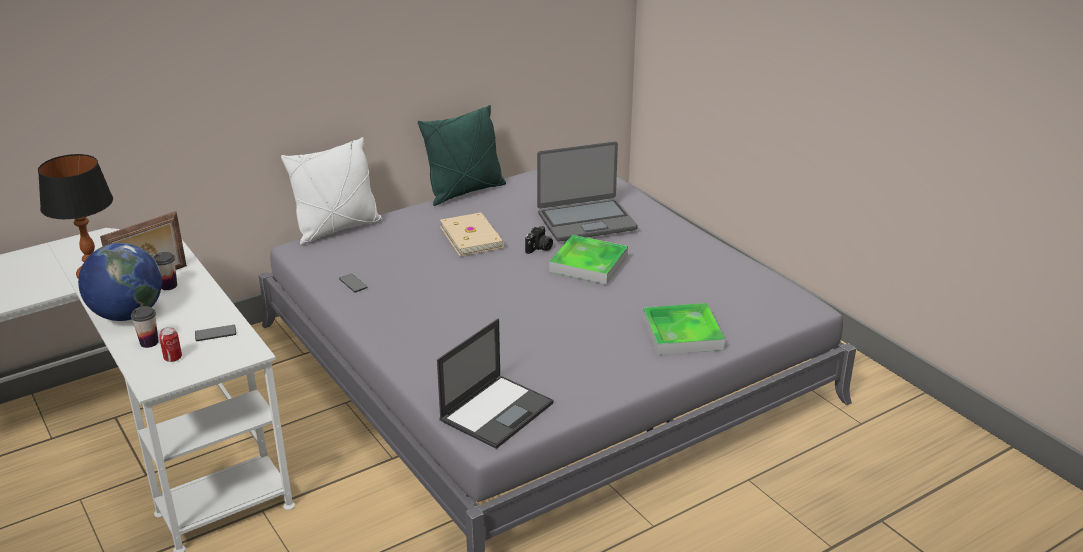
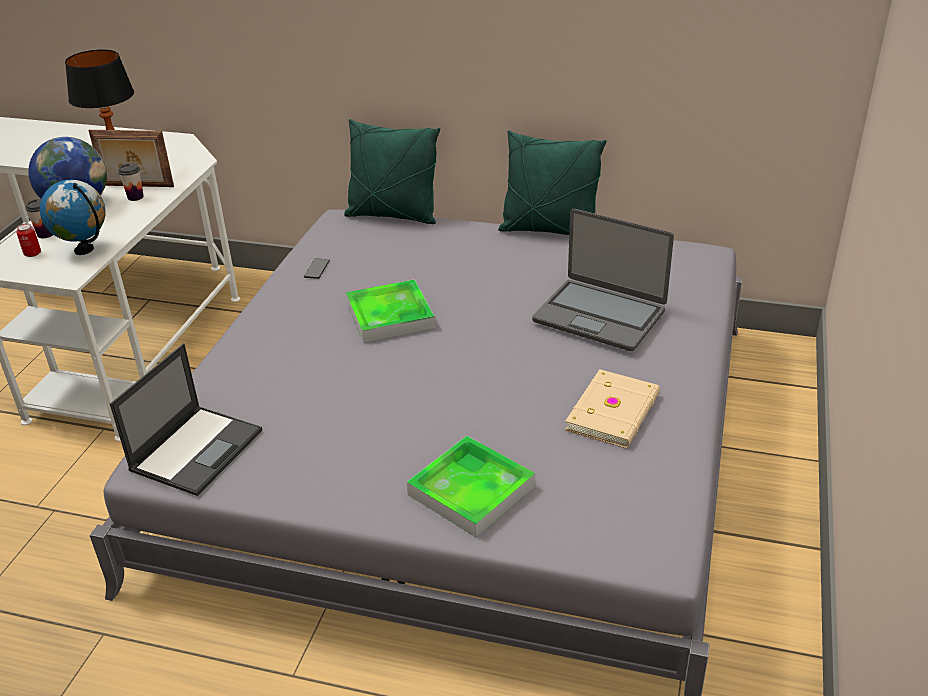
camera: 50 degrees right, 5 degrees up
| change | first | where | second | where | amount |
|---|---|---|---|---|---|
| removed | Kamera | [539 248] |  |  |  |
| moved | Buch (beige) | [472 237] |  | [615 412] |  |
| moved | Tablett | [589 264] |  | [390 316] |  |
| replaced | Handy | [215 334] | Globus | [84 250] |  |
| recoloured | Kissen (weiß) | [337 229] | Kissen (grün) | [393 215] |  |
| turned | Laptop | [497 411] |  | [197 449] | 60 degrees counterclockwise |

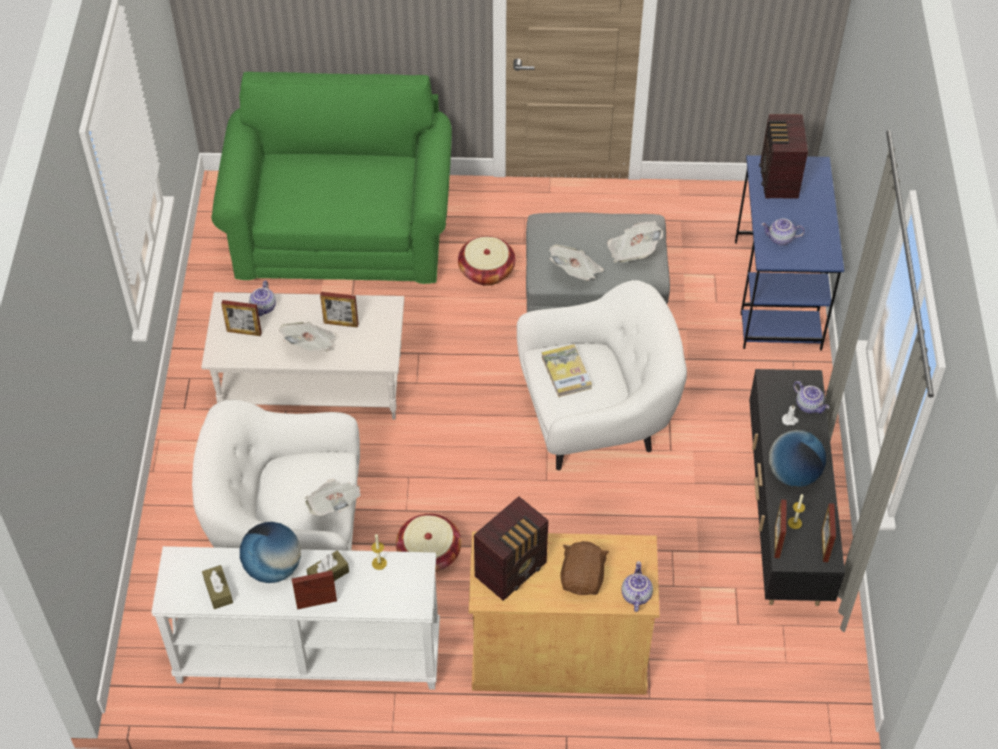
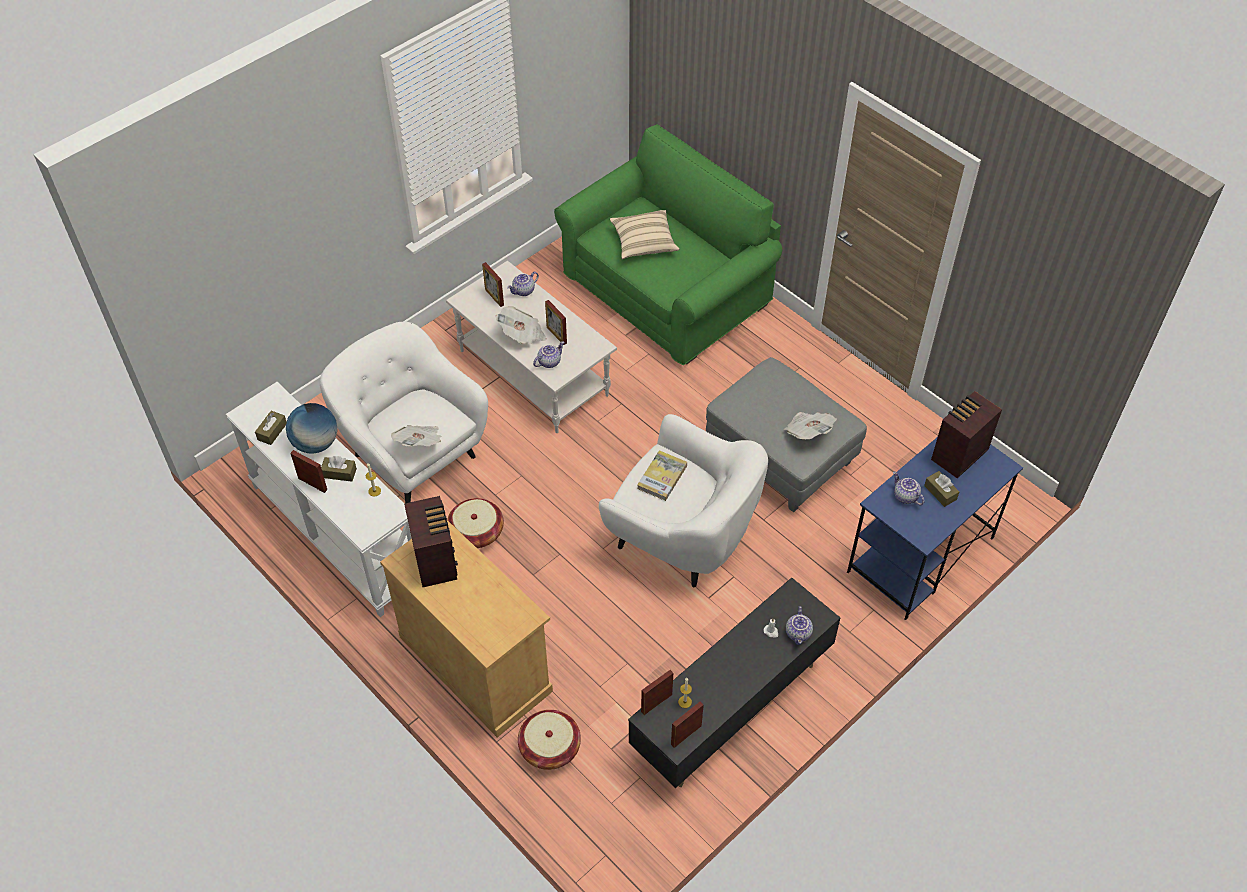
camera: 45 degrees right, 0 degrees up
| change | first | where | second | where | amount |
|---|---|---|---|---|---|
| removed | Zeitung | [575 272] |  |  |  |
| removed | Plüschtier (braun) | [583 578] |  |  |  |
| removed | Globus | [793 474] |  |  |  |
| added |  |  | Kissen (beige) | [644 243] |  |
| added |  |  | Taschentuchbox (braun) | [940 492] |  |
| moved | Korb | [486 271] |  | [550 747] |  |
| moved | Teekanne | [635 595] |  | [549 361] |  |
| turned | Radio | [512 569] |  | [436 560] | 105 degrees counterclockwise |

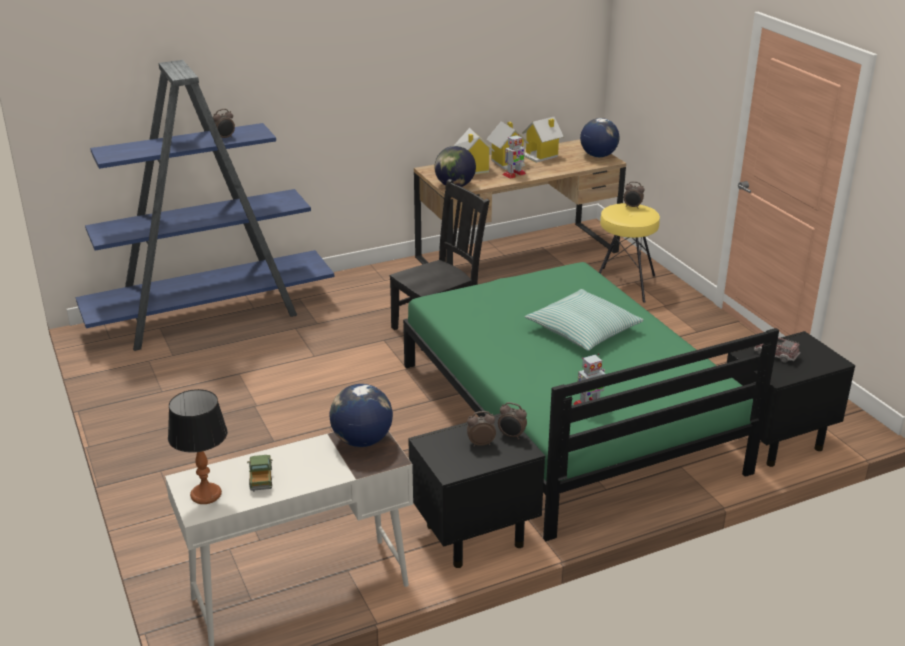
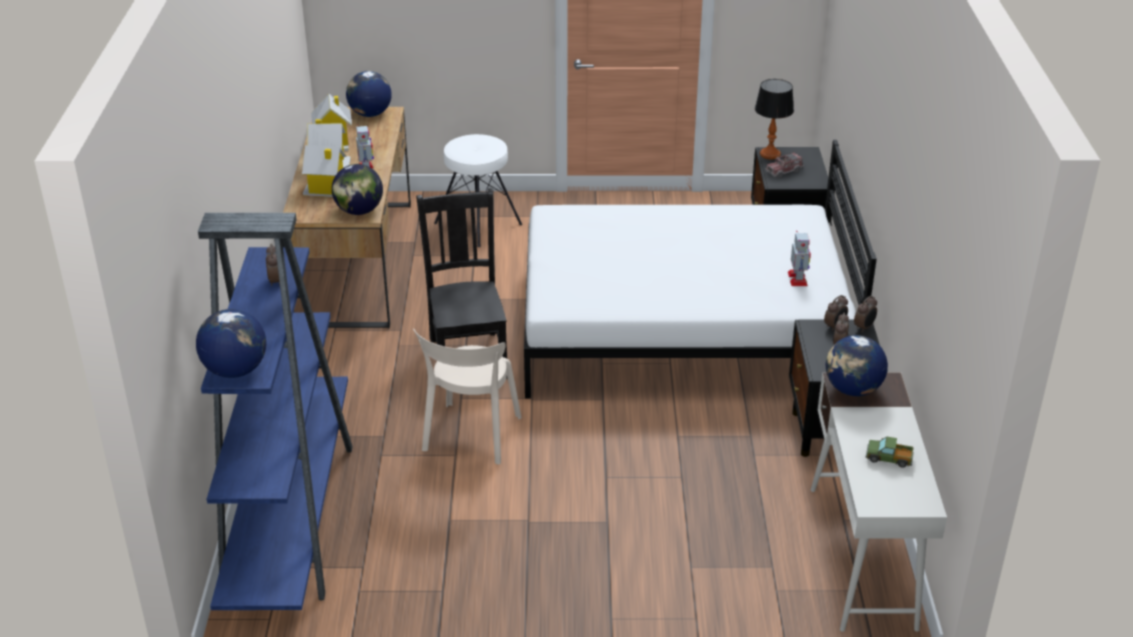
camera: 65 degrees left, 5 degrees up
| change | first | where | second | where | amount |
|---|---|---|---|---|---|
| removed | Kissen | [583 330] |  |  |  |
| added |  |  | Globus | [235 370] |  |
| added |  |  | Stuhl (beige) | [470 437] |  |
| moved | Tischlampe | [206 494] |  | [769 154] |  |
| moved | Wecker | [632 207] |  | [864 328] |  |
| recoloured | Bett (grün) | [566 416] | Bett (weiß) | [682 330] |  |
| recoloured | Hocker (gelb) | [623 284] | Hocker (weiß) | [478 223] |  |

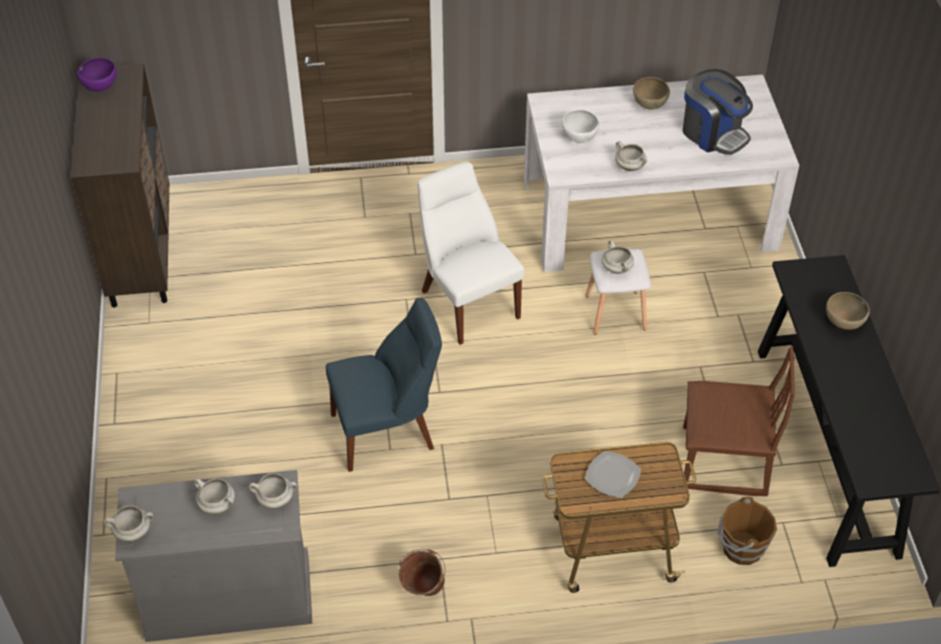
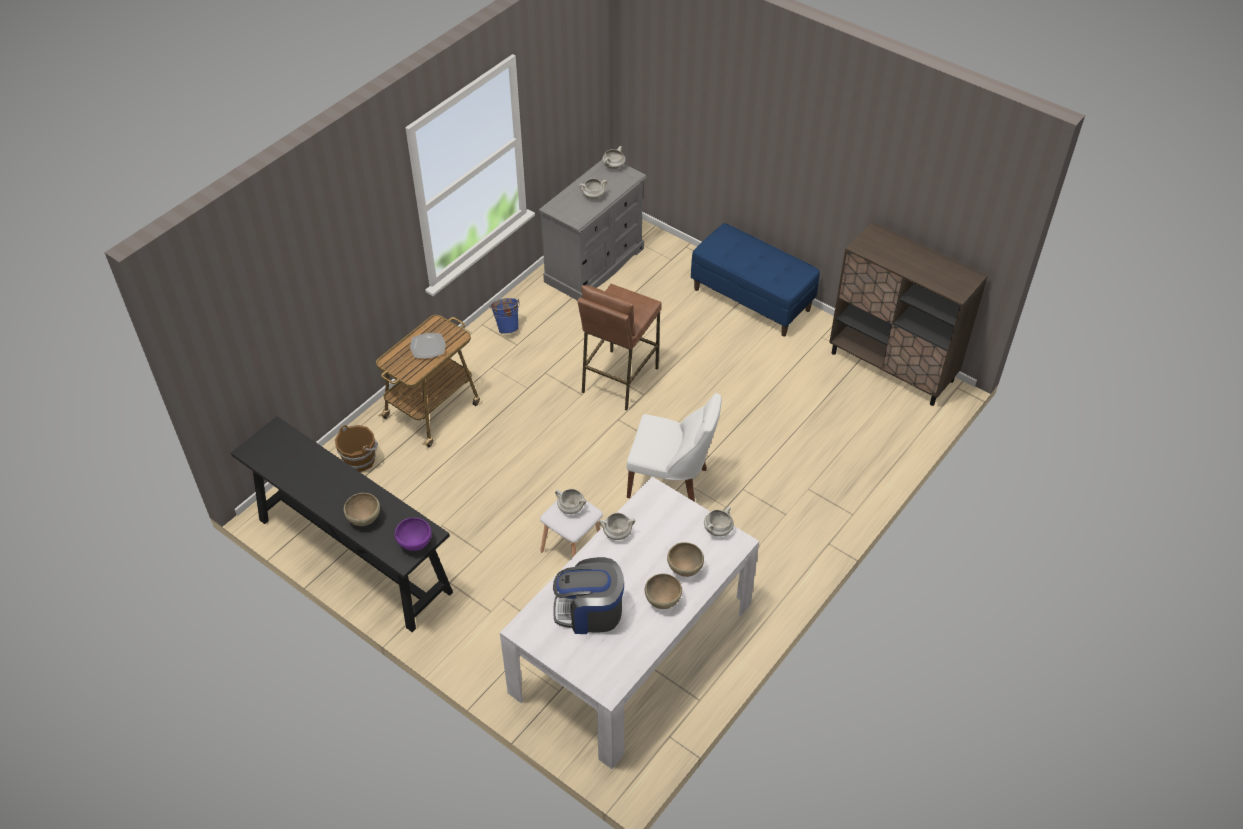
camera: 135 degrees right, 0 degrees up
| change | first | where | second | where | amount |
|---|---|---|---|---|---|
| removed | Schüssel (weiß) | [579 138] |  |  |  |
| removed | Stuhl (braun) | [724 462] |  |  |  |
| added |  |  | Schüssel (braun) | [684 569] |  |
| added |  |  | Bank (blau) | [752 299] |  |
| moved | Schüssel (lila) | [101 87] |  | [415 544] |  |
| moved | Kochtopf (weiß) | [275 499] |  | [718 530] |  |
| replaced | Stuhl (blau) | [387 431] | Hocker (braun) | [619 380] |  |
| recoloured | Eimer (braun) | [423 592] | Eimer (blau) | [507 327] |  |

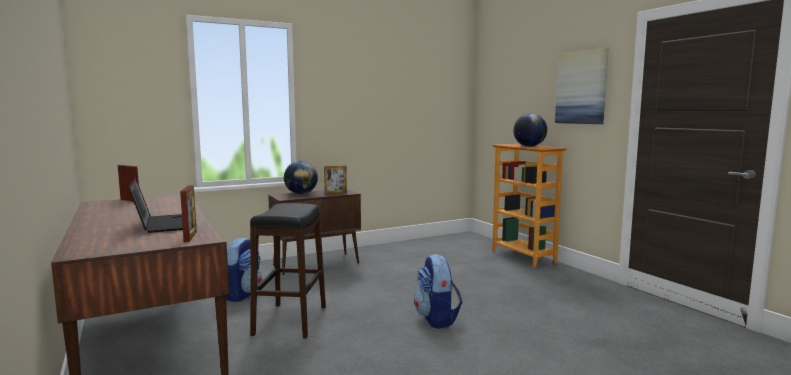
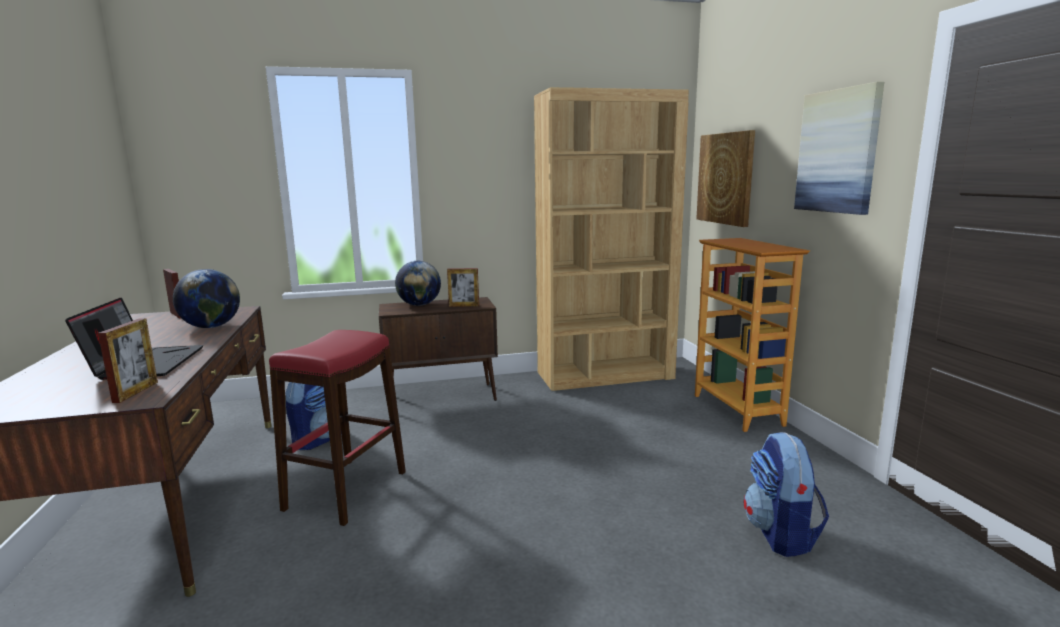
camera: 15 degrees right, 5 degrees up
| change | first | where | second | where | amount |
|---|---|---|---|---|---|
| added |  |  | Bücherregal (braun) | [605 375] |  |
| added |  |  | Bild | [725 178] |  |
| moved | Rucksack | [437 319] |  | [781 534] |  |
| moved | Globus | [529 146] |  | [211 327] |  |
| recoloured | Hocker (schwarz) | [290 320] | Hocker (rot) | [346 491] |  |

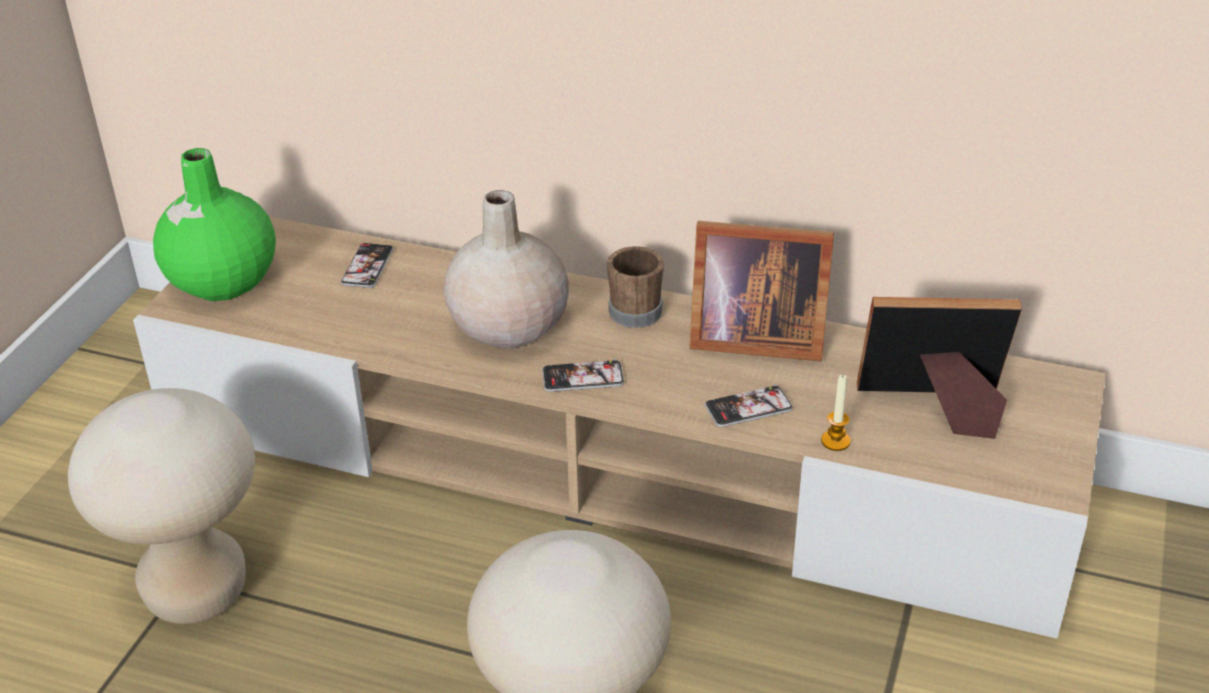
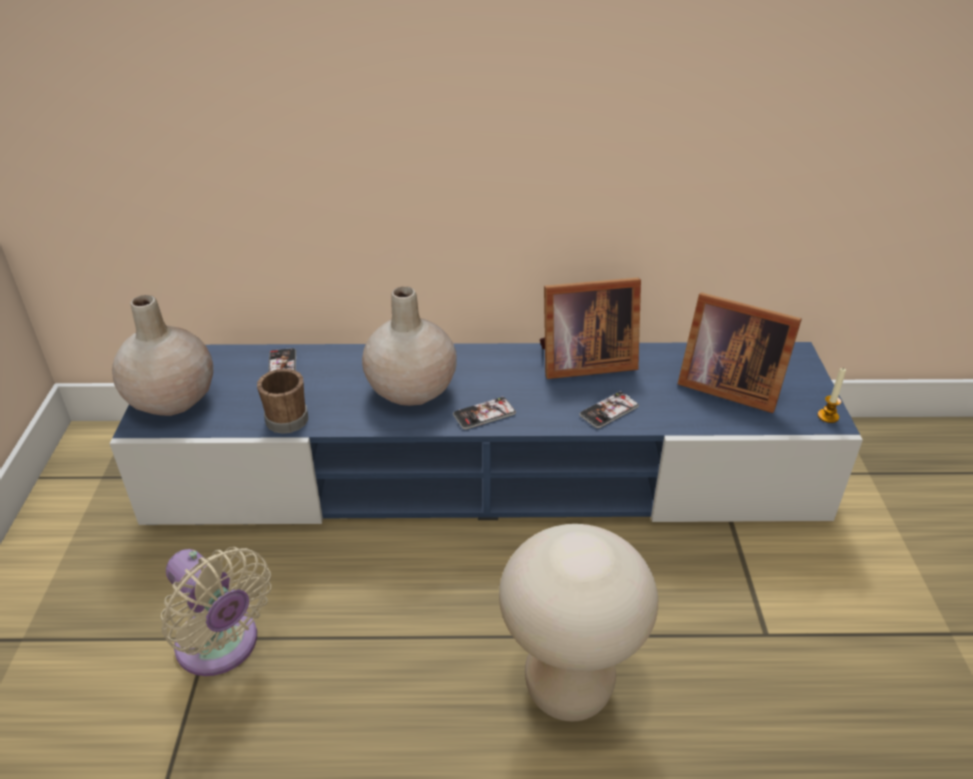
camera: 20 degrees left, 0 degrees up
| change | first | where | second | where | amount |
|---|---|---|---|---|---|
| moved | Henkelbecher (braun) | [637 308] |  | [288 417] |  |
| moved | Kerze | [835 441] |  | [828 416] |  |
| replaced | Hocker (beige) | [196 592] | Ventilator (beige) | [222 647] |  |
| recoloured | Fernsehschrank (beige) | [609 464] | Fernsehschrank (blau) | [488 473] |  |
| recoloured | Vase (grün) | [222 281] | Vase (beige) | [171 399] |  |
| turned | Bilderrahmen | [935 408] |  | [726 385] | 135 degrees counterclockwise |

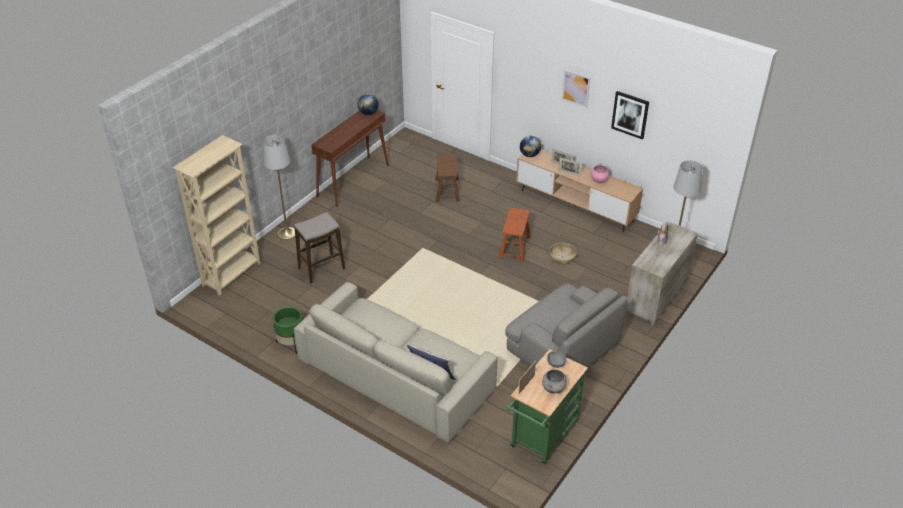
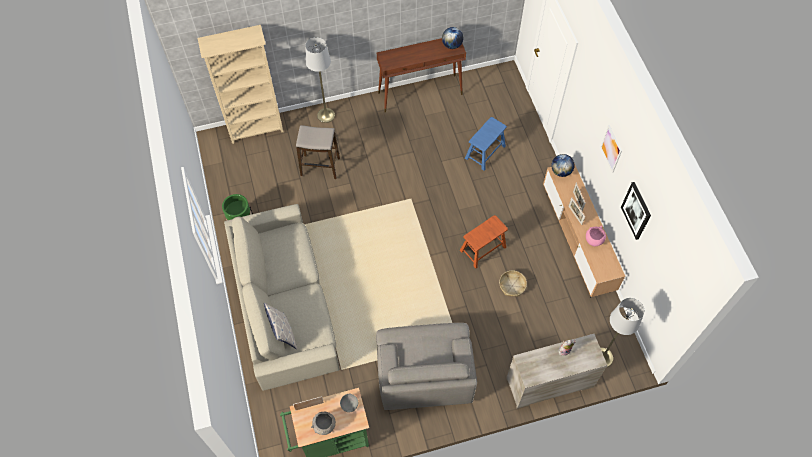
camera: 40 degrees right, 20 degrees up
| change | first | where | second | where | amount |
|---|---|---|---|---|---|
| recoloured | Hocker (braun) | [447 190] | Hocker (blau) | [485 152] |  |

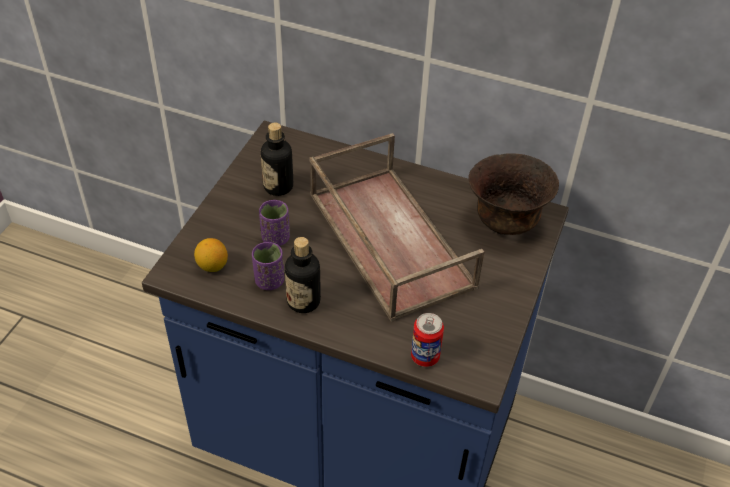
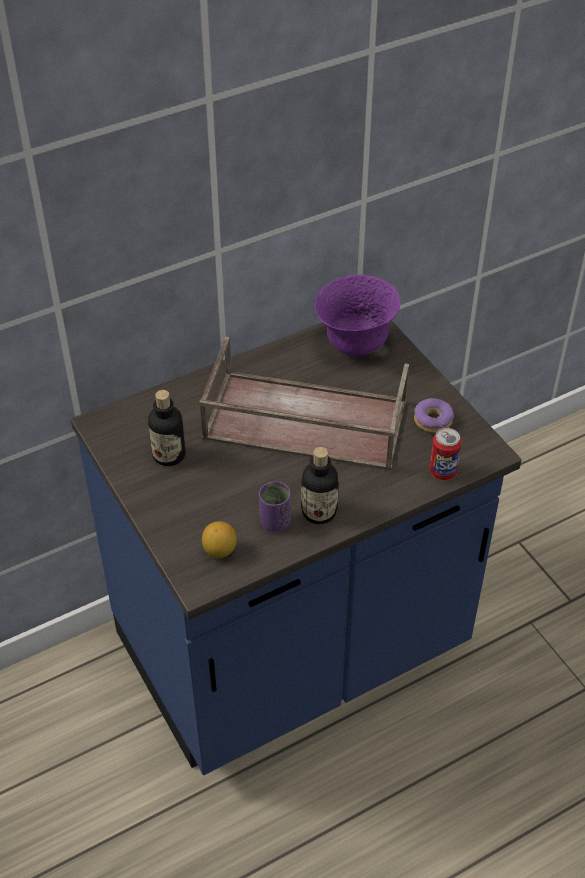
camera: 50 degrees left, 0 degrees up
| change | first | where | second | where | amount |
|---|---|---|---|---|---|
| removed | Tasse (lila) | [275 238] |  |  |  |
| added |  |  | Donut | [433 420] |  |
| recoloured | Schüssel (braun) | [505 222] | Schüssel (lila) | [355 345] |  |

